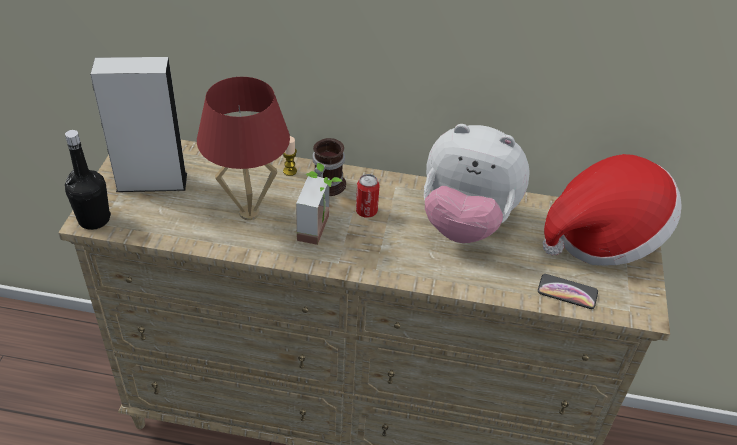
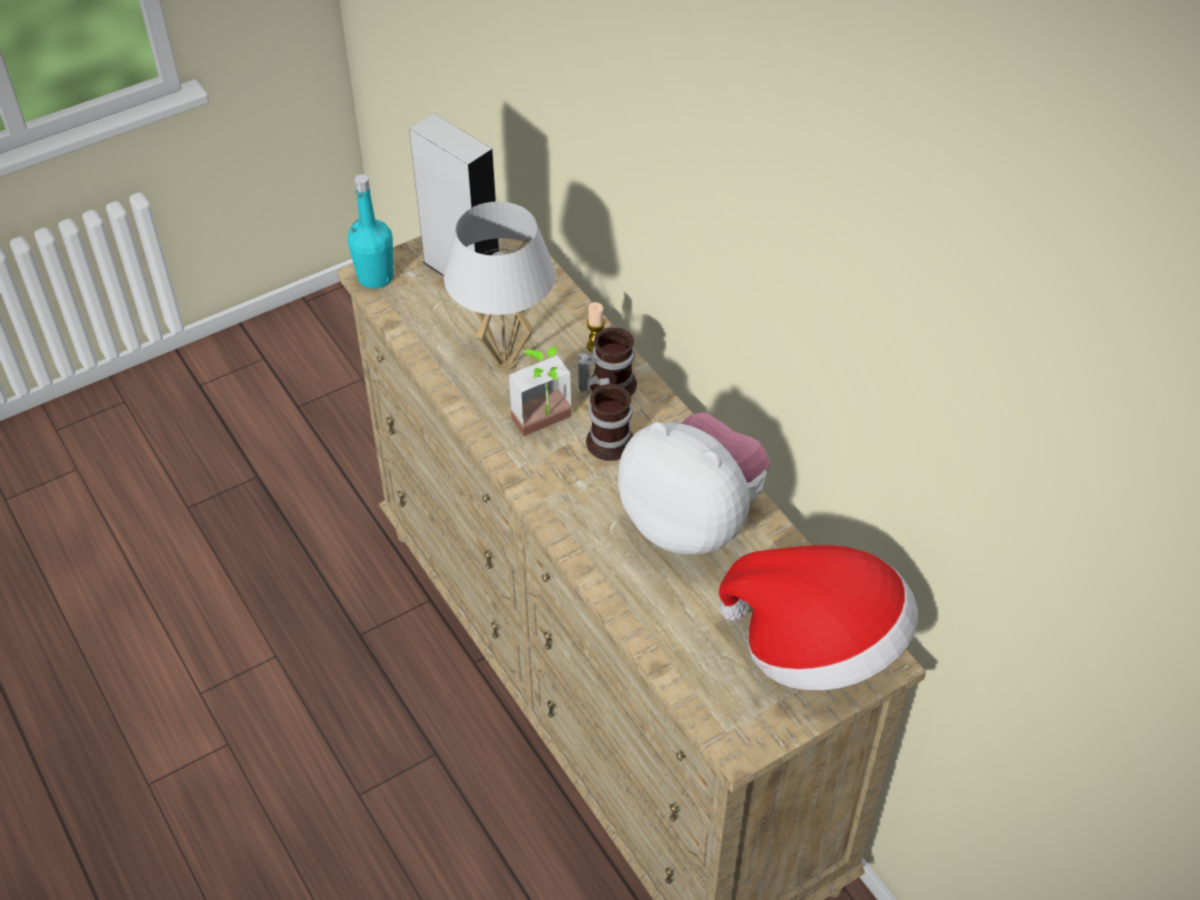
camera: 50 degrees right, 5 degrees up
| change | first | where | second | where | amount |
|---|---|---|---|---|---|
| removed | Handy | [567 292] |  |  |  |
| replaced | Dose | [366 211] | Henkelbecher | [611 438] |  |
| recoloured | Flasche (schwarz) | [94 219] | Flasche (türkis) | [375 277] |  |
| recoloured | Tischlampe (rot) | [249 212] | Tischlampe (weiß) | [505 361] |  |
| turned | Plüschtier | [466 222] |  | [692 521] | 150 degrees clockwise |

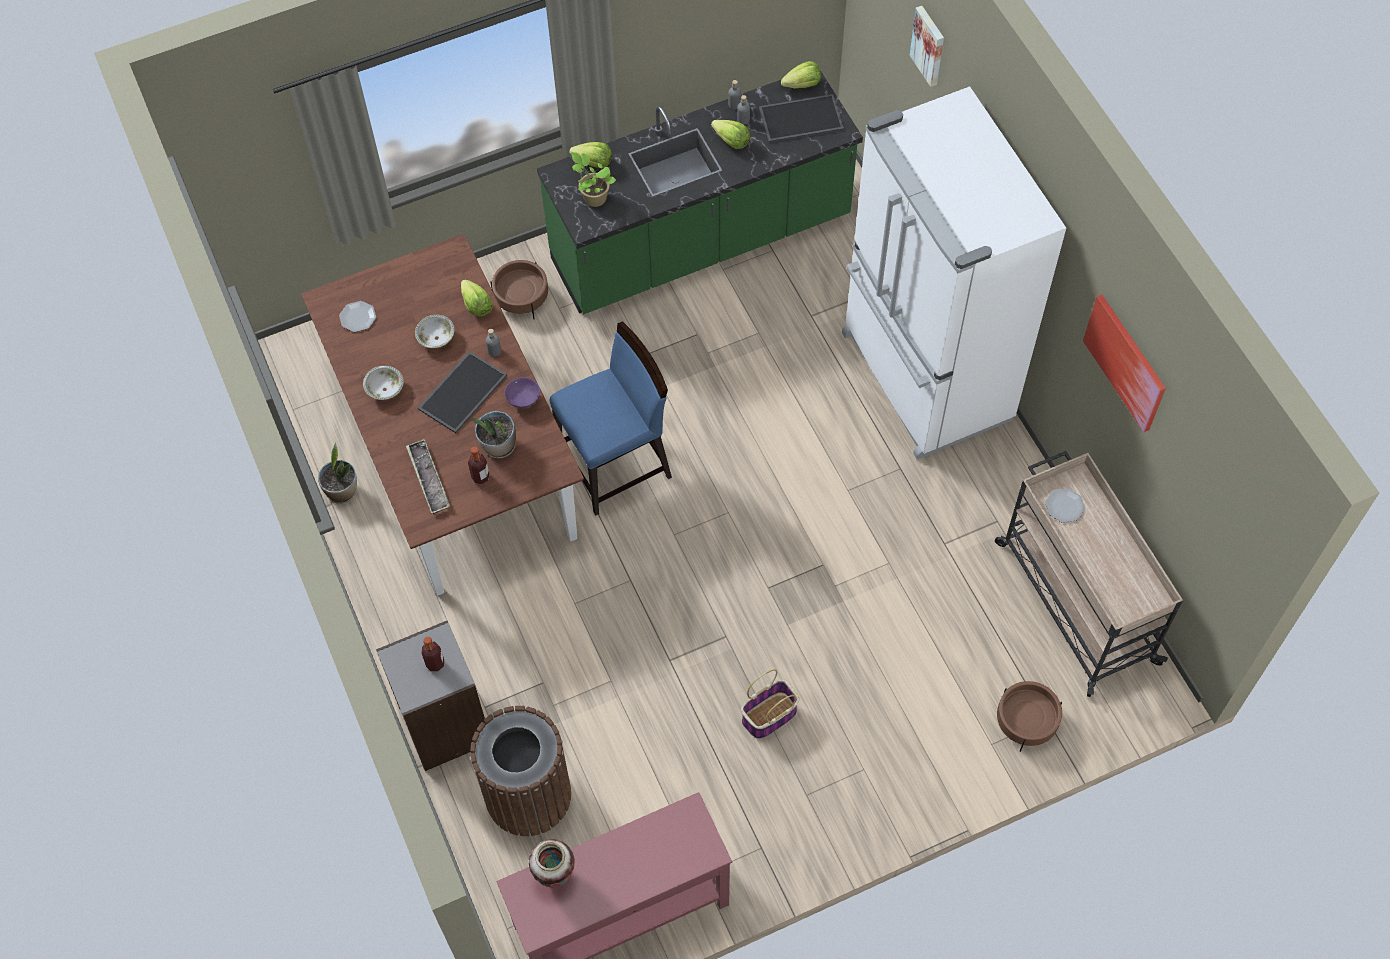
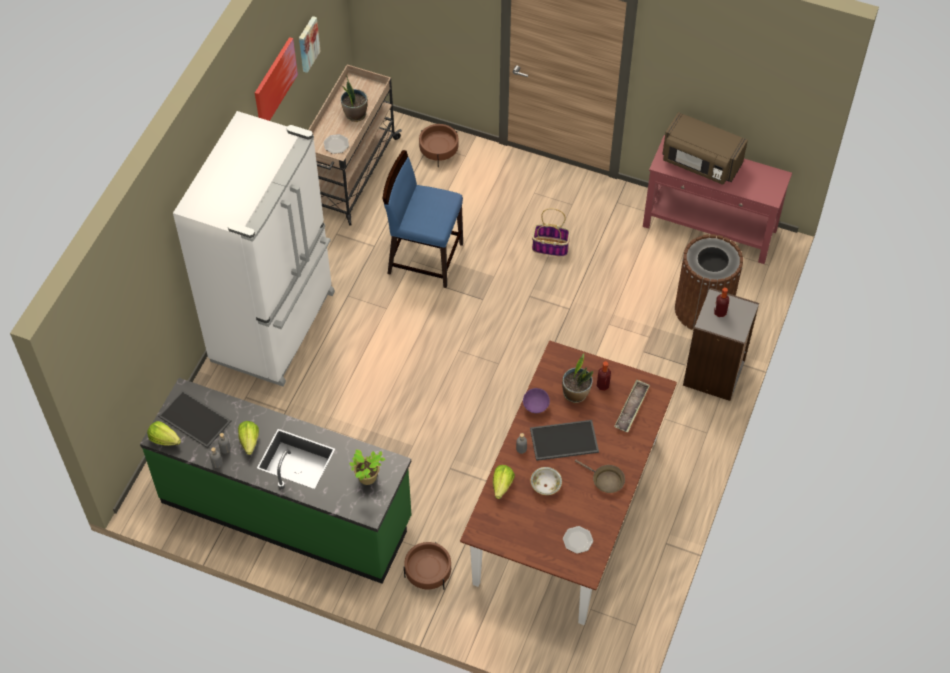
camera: 135 degrees left, 5 degrees down
| change | first | where | second | where | amount |
|---|---|---|---|---|---|
| removed | Vase | [555 875] |  |  |  |
| removed | Salatkopf | [593 162] |  |  |  |
| added |  |  | Mikrowelle (braun) | [700 163] |  |
| moved | Topfpflanze | [342 491] |  | [355 114] |  |
| moved | Stuhl (blau) | [616 465] |  | [424 257] |  |
| moved | Bild | [929 45] |  | [307 44] |  |
| replaced | Schüssel | [385 389] | Pfanne (braun) | [605 480] |  |

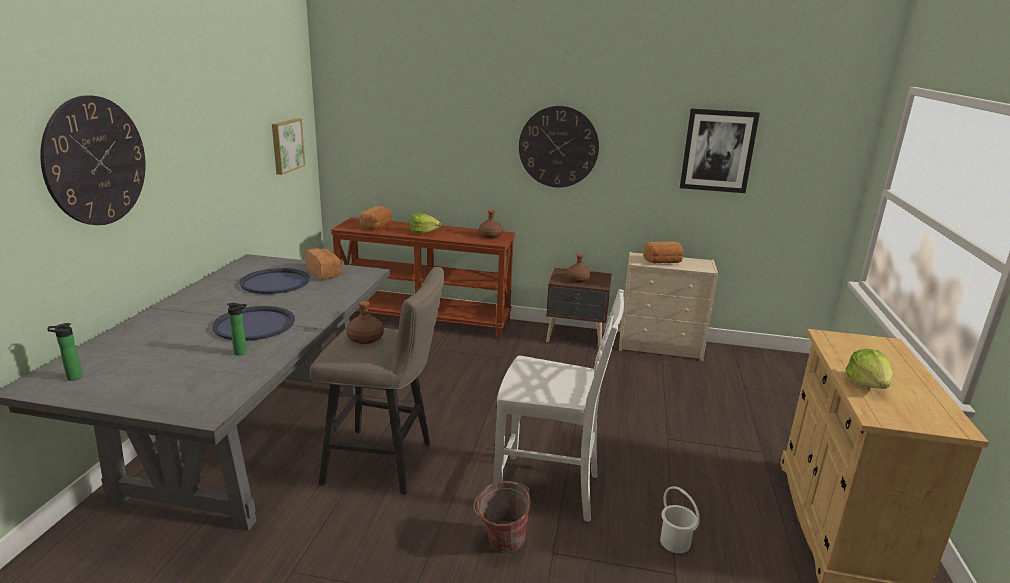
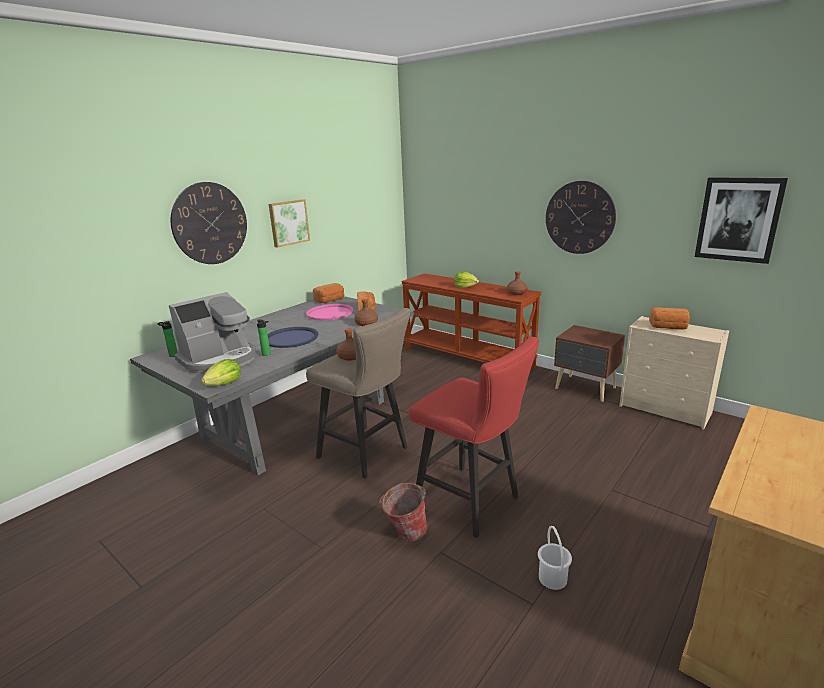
camera: 30 degrees right, 0 degrees up
| change | first | where | second | where | amount |
|---|---|---|---|---|---|
| added |  |  | Kaffeemaschine | [219 359] |  |
| moved | Bild | [286 145] |  | [288 222] |  |
| moved | Brot | [377 226] |  | [330 300] |  |
| moved | Flasche (braun) | [578 279] |  | [366 324] |  |
| moved | Salatkopf | [868 384] |  | [224 384] |  |
| replaced | Stuhl (weiß) | [549 489] | Hocker (rot) | [473 504] |  |
| recoloured | Tablett (blau) | [275 282] | Tablett (rosa) | [330 313] |  |

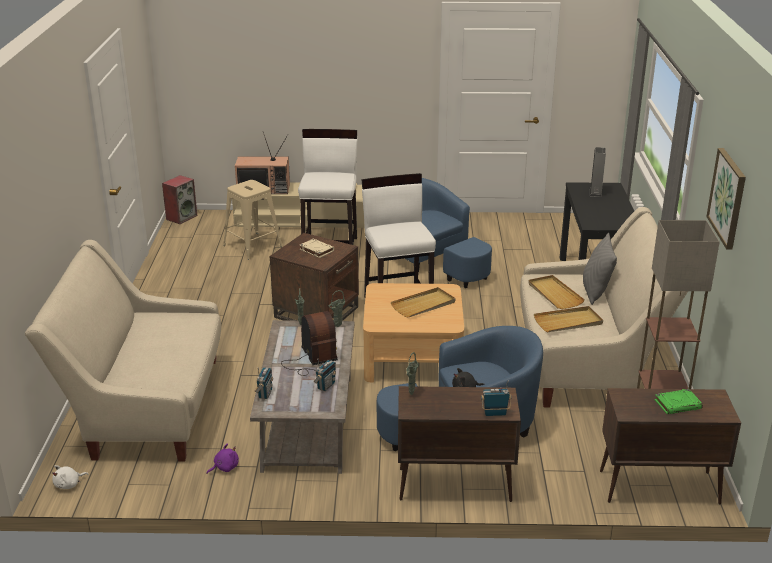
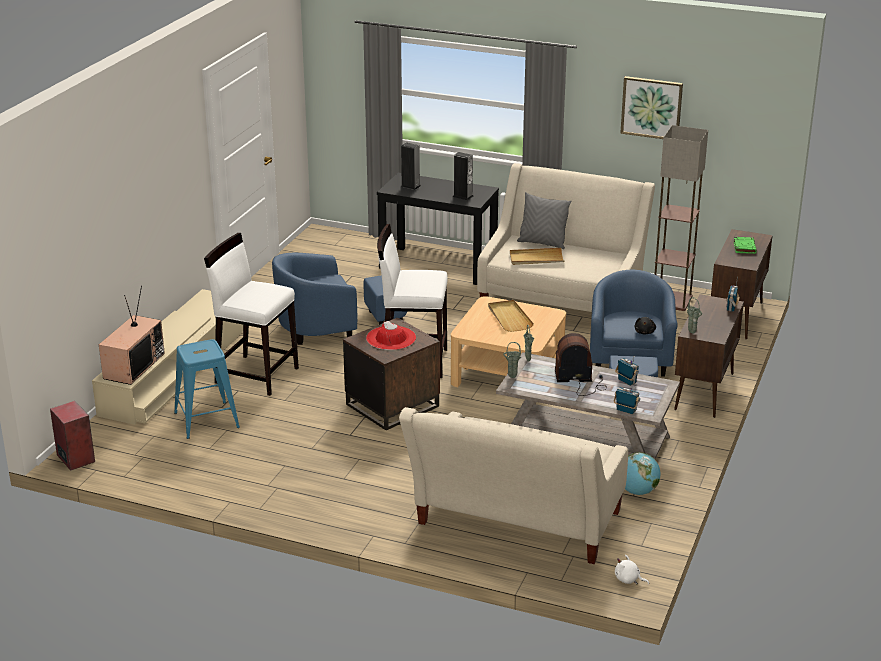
camera: 70 degrees left, 0 degrees up
| change | first | where | second | where | amount |
|---|---|---|---|---|---|
| removed | Tablett (beige) | [568 322] |  |  |  |
| added |  |  | Lautsprecher | [463 196] |  |
| replaced | Plüschtier (lila) | [224 467] | Globus | [637 491] |  |
| replaced | Buch (beige) | [316 250] | Hut (rot) | [391 338] |  |
| recoloured | Hocker (beige) | [253 246] | Hocker (blau) | [206 420] |  |
| turned | Plüschtier (weiß) | [69 484] |  | [628 580] | 135 degrees clockwise |

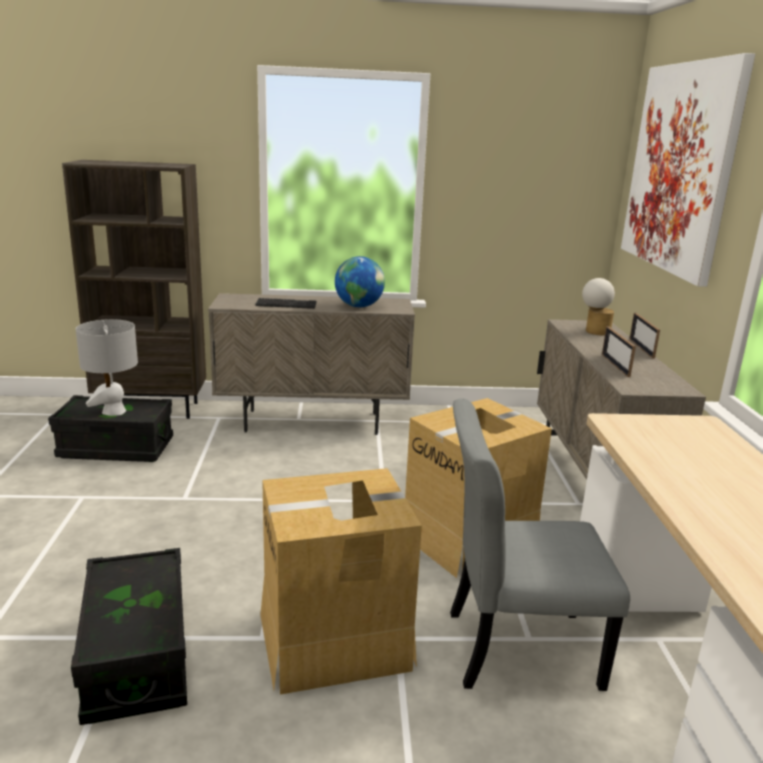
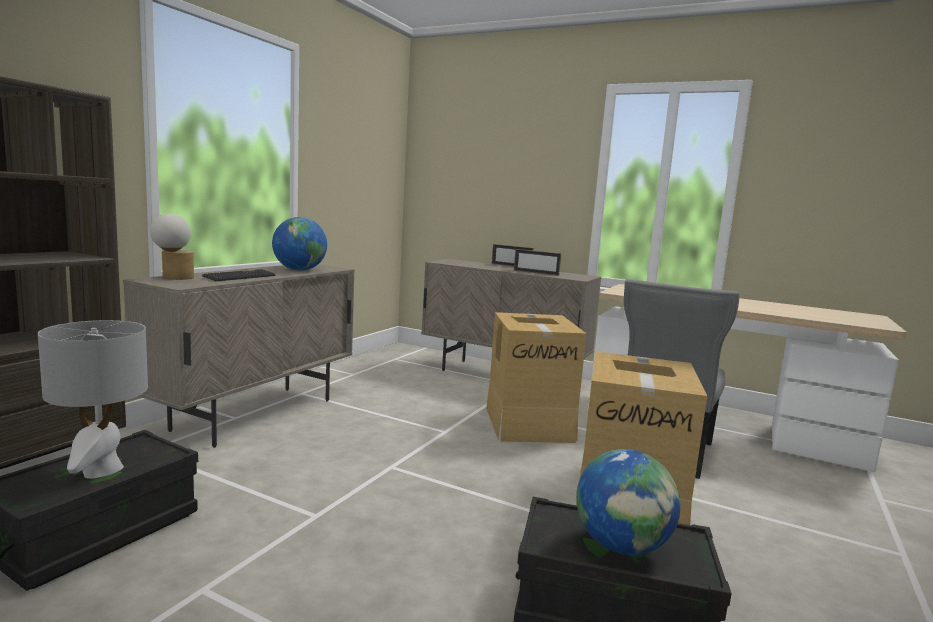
camera: 60 degrees left, 10 degrees down
| change | first | where | second | where | amount |
|---|---|---|---|---|---|
| removed | Bild | [680 168] |  |  |  |
| added |  |  | Globus | [621 546] |  |
| moved | Tischlampe | [594 331] |  | [173 277] |  |

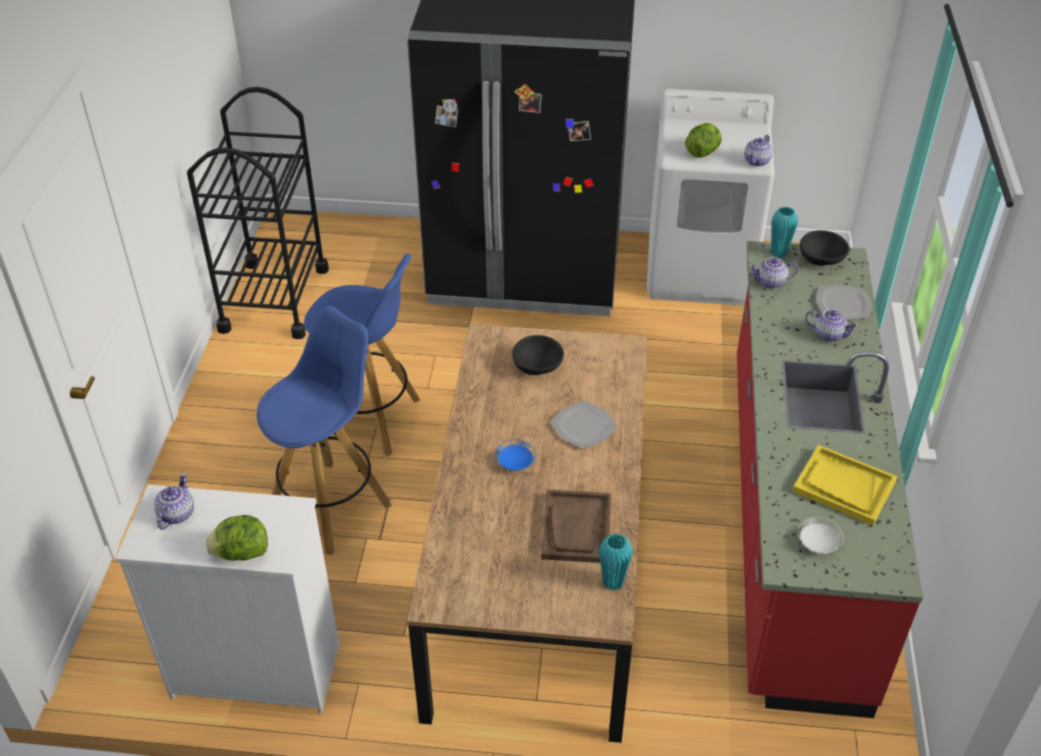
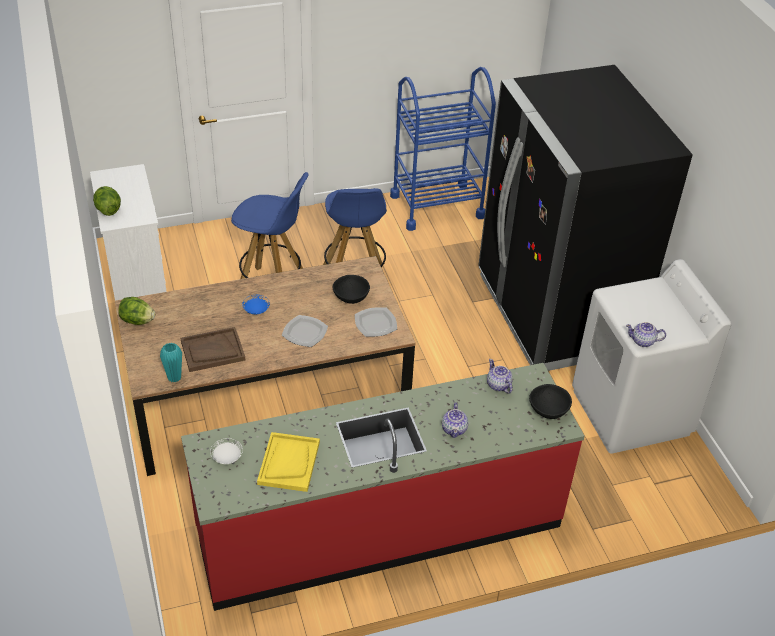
camera: 65 degrees right, 0 degrees up
| change | first | where | second | where | amount |
|---|---|---|---|---|---|
| removed | Teekanne | [176 514] |  |  |  |
| removed | Vase (türkis) | [779 253] |  |  |  |
| moved | Salatkopf | [702 152] |  | [137 321] |  |
| moved | Teller | [844 305] |  | [375 324] |  |
| recoloured | Rollwagen (schwarz) | [274 299] | Rollwagen (blau) | [437 206] |  |

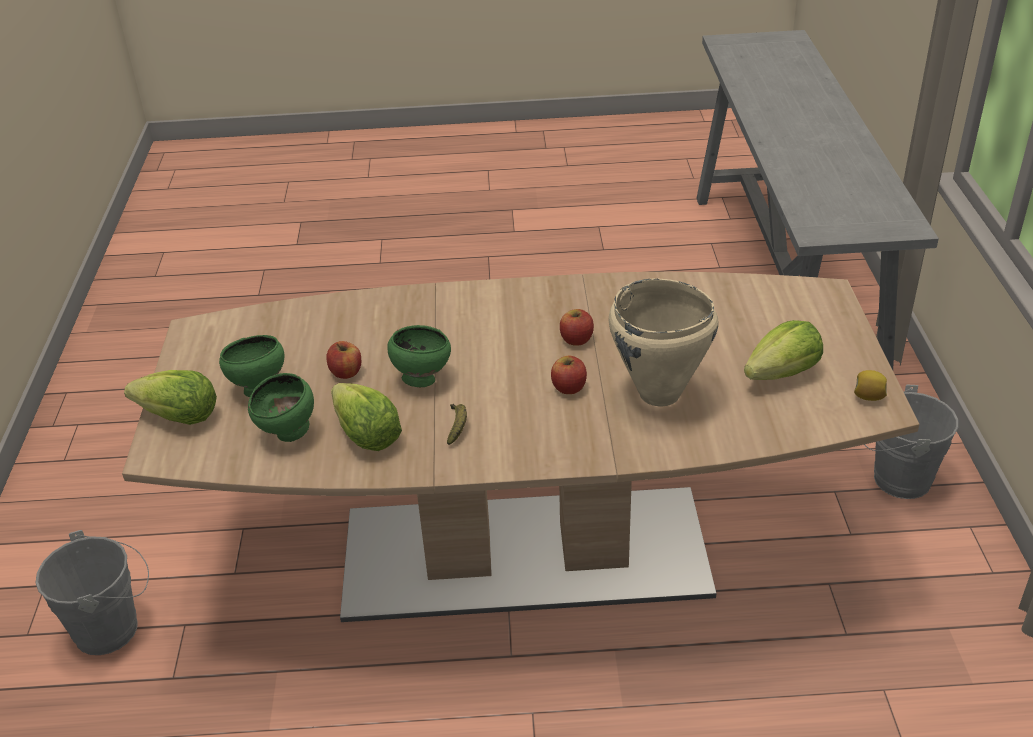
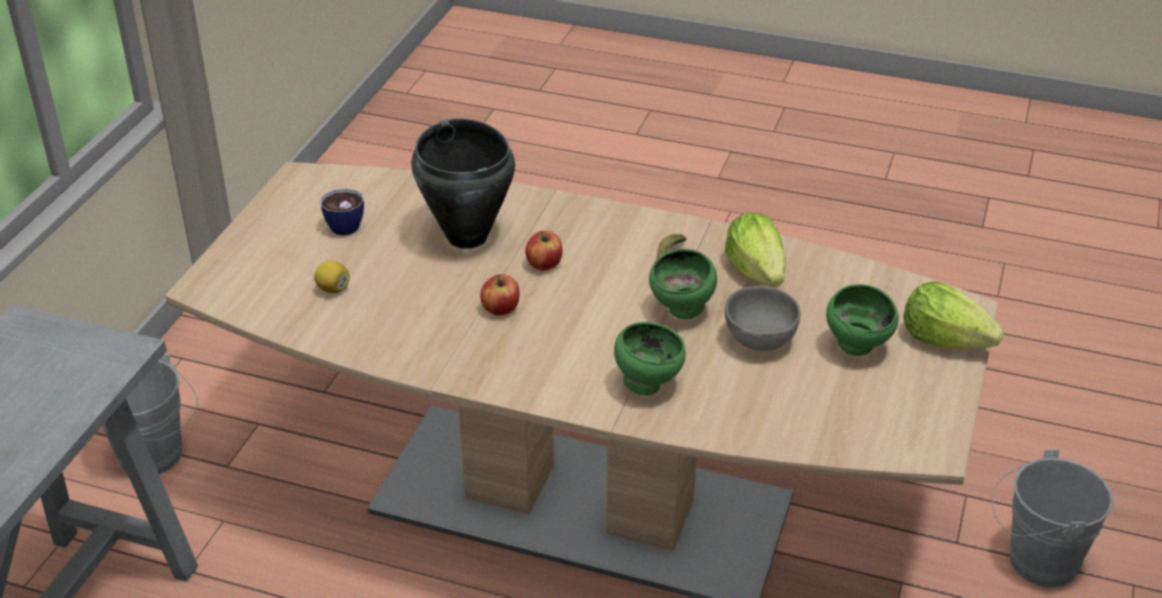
camera: 160 degrees left, 0 degrees up
| change | first | where | second | where | amount |
|---|---|---|---|---|---|
| moved | Schüssel (grün) | [288 434] |  | [647 384] |  |
| moved | Zitrone | [868 397] |  | [333 289] |  |
| replaced | Apfel | [346 372] | Schüssel (grau) | [758 341] |  |
| replaced | Salatkopf | [783 374] | Tasse | [344 223] |  |
| recoloured | Kochtopf (beige) | [659 394] | Kochtopf (schwarz) | [468 236] |  |

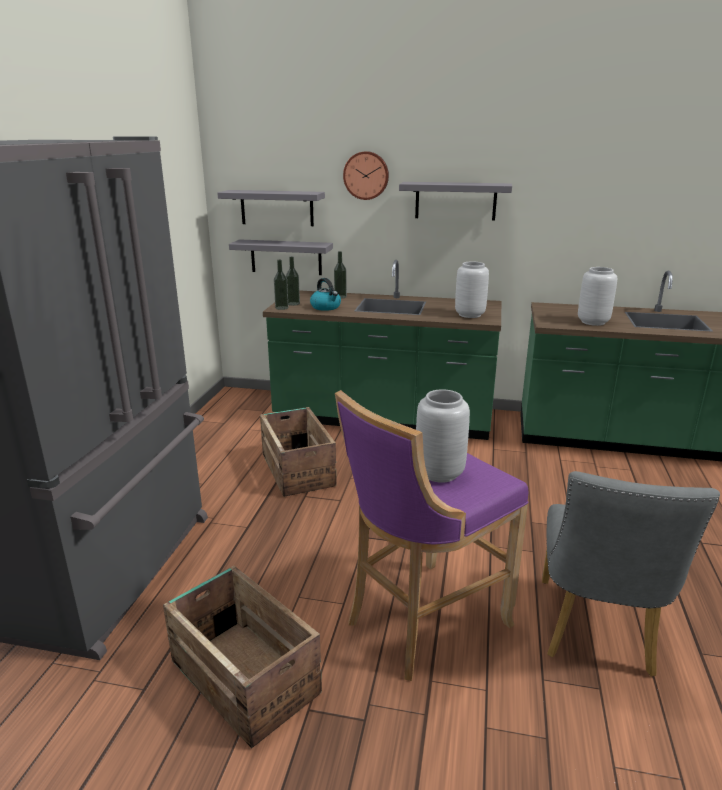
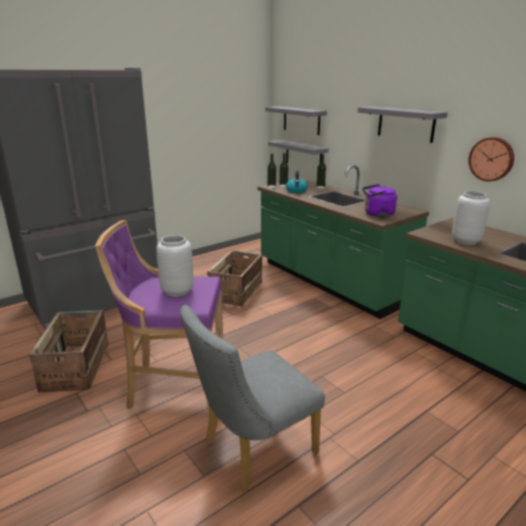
camera: 40 degrees right, 0 degrees up
| change | first | where | second | where | amount |
|---|---|---|---|---|---|
| moved | Wanduhr | [366 175] |  | [491 159] |  |
| replaced | Vase (grau) | [469 315] | Wasserkessel (lila) | [377 214] |  |

